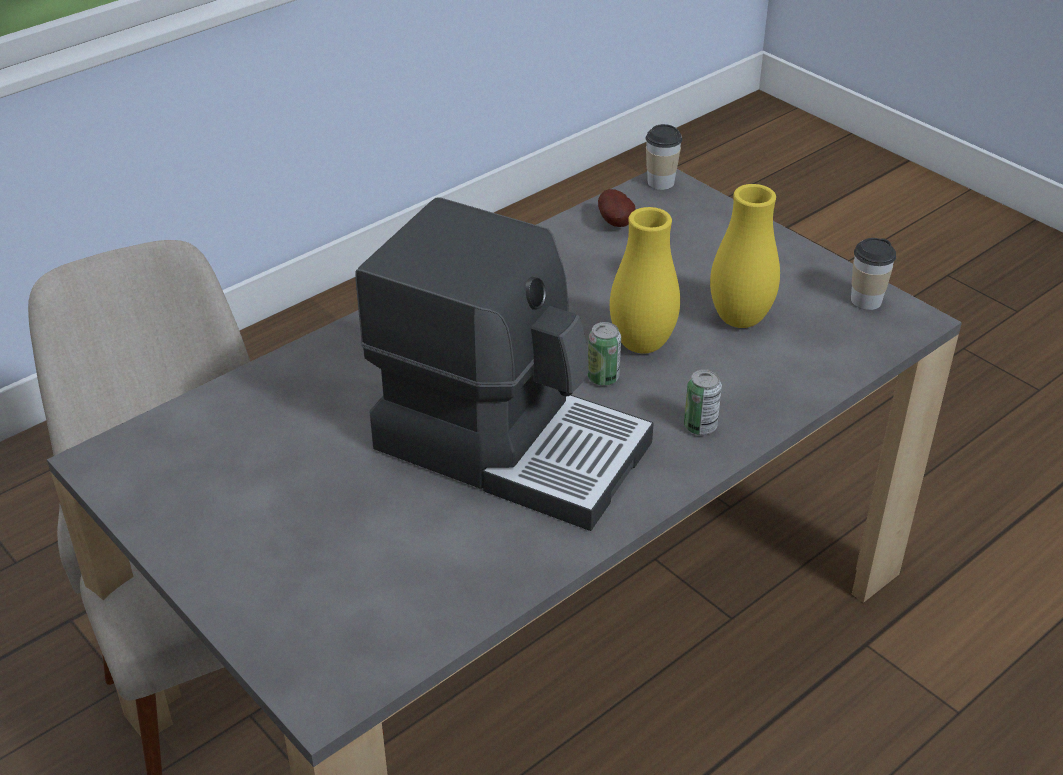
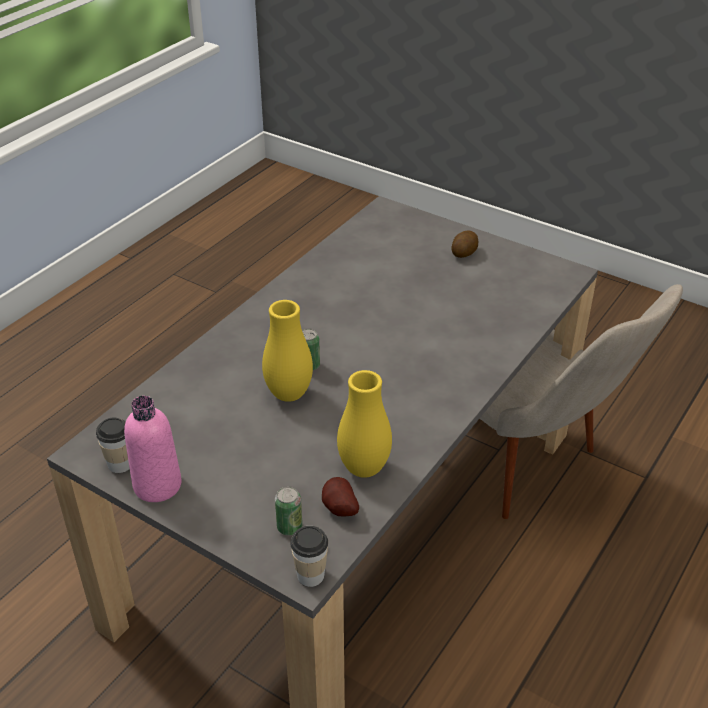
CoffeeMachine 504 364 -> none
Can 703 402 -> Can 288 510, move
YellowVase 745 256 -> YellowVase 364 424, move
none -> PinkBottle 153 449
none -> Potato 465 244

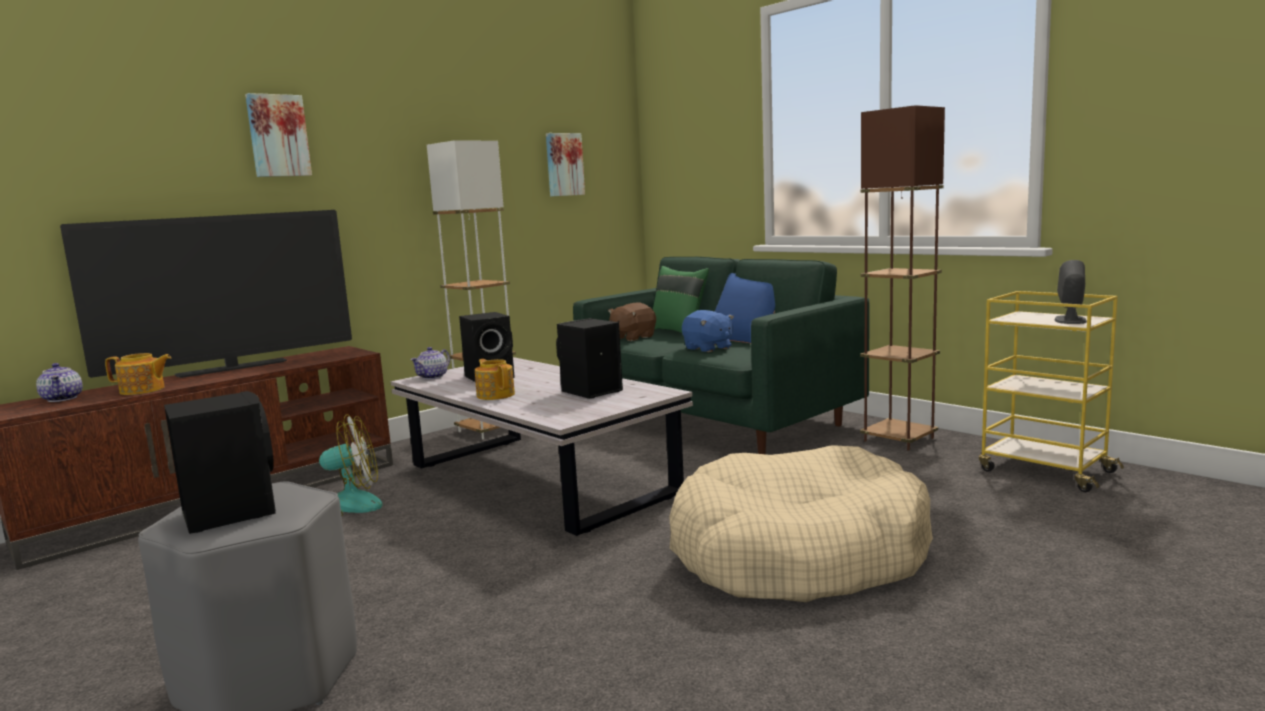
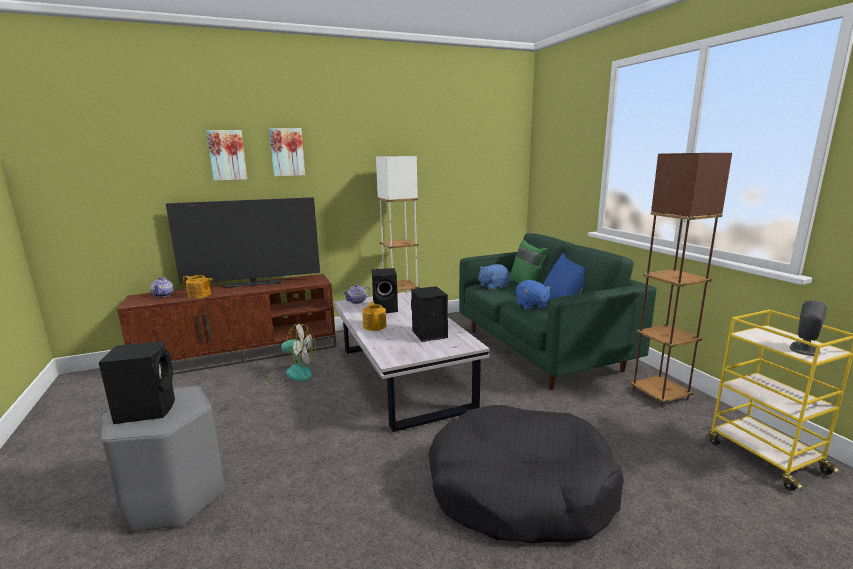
Picture 565 164 -> Picture 226 155, move
BrownPlushToy 632 322 -> BluePlushToy 494 277
BeigeDogBed 801 523 -> BlackDogBed 526 474

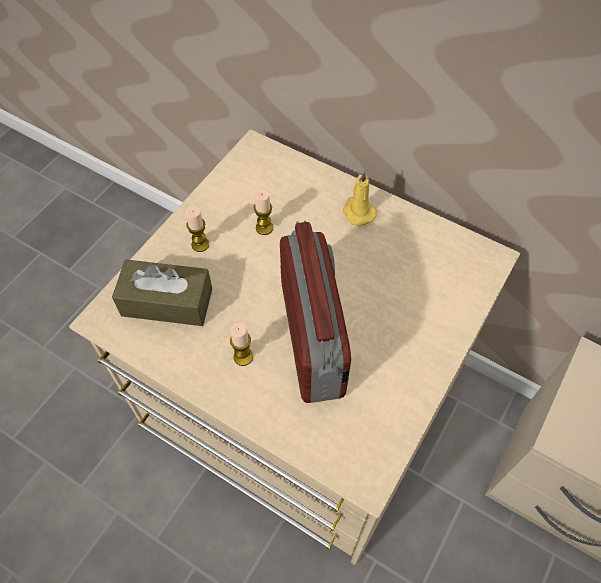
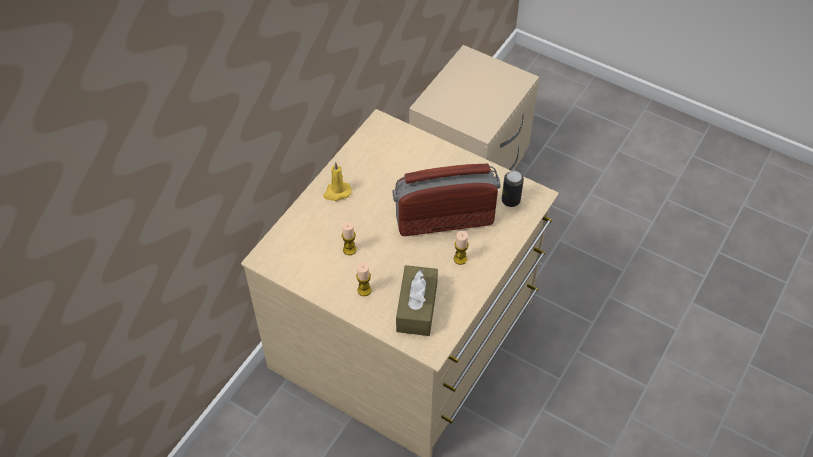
none -> Can 513 189

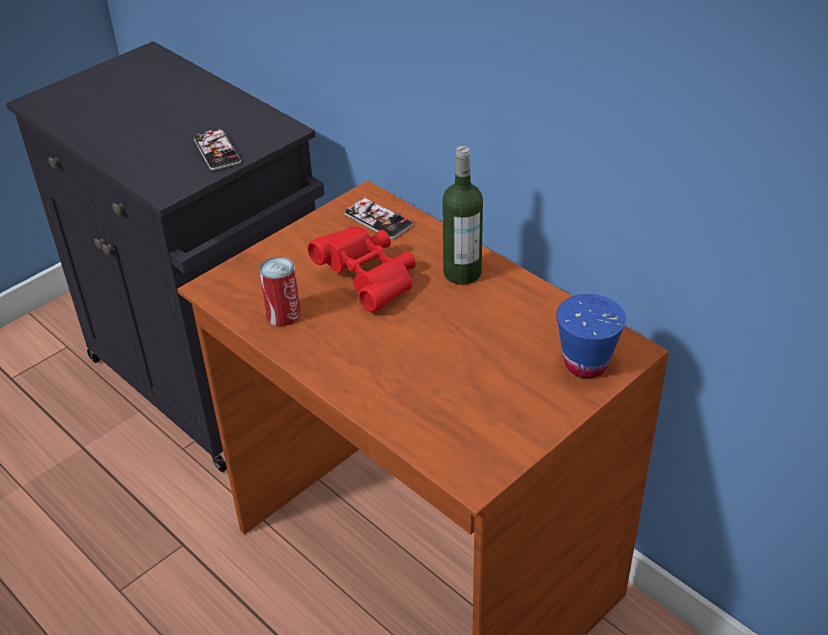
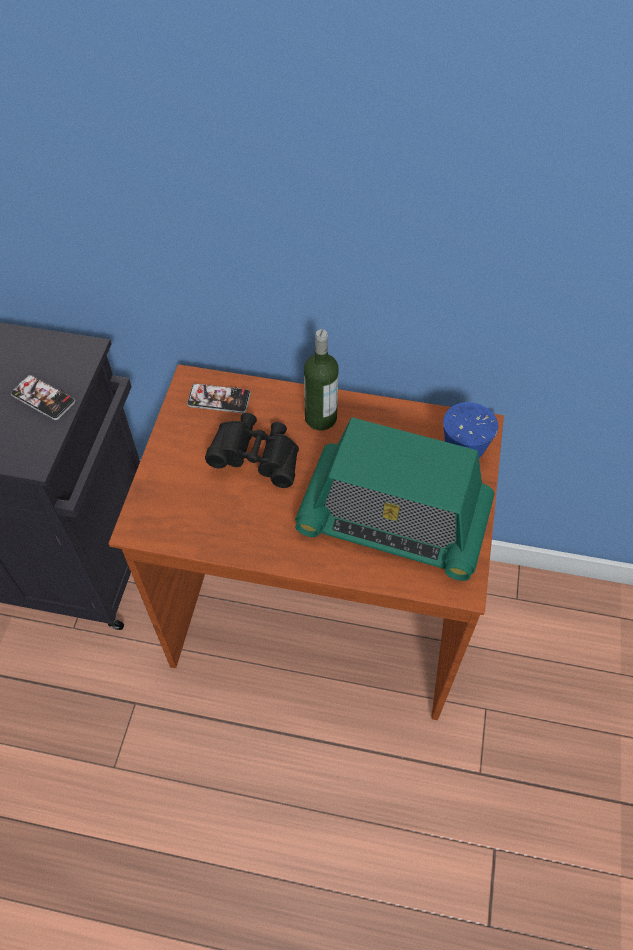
Can 280 291 -> none
RedBinoculars 362 269 -> BlackBinoculars 252 450
none -> Radio 394 499

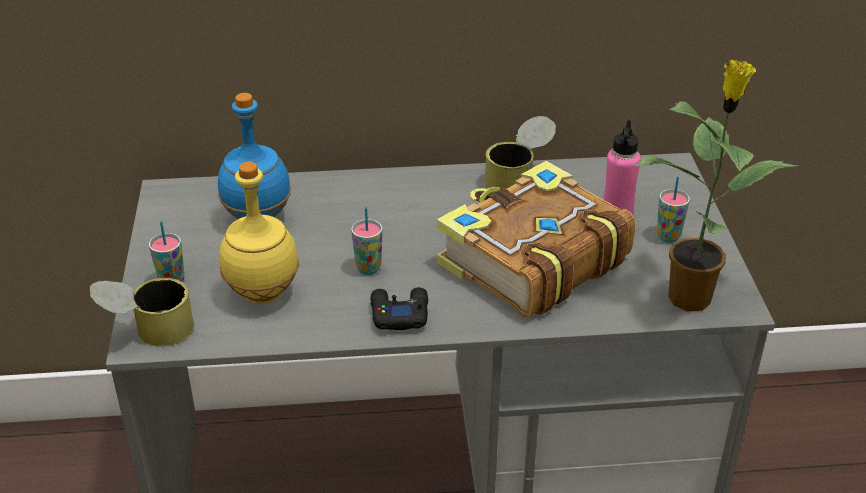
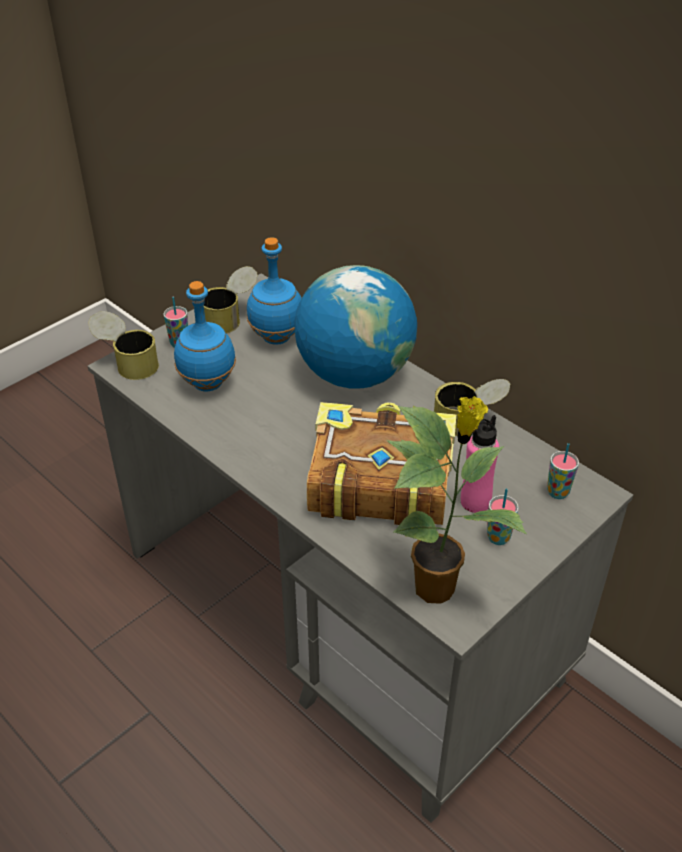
YellowBottle 259 233 -> BlueBottle 205 336
Cup 367 241 -> Cup 563 471, move
BlackGameController 399 308 -> none
none -> Can 231 299
none -> Globe 355 327

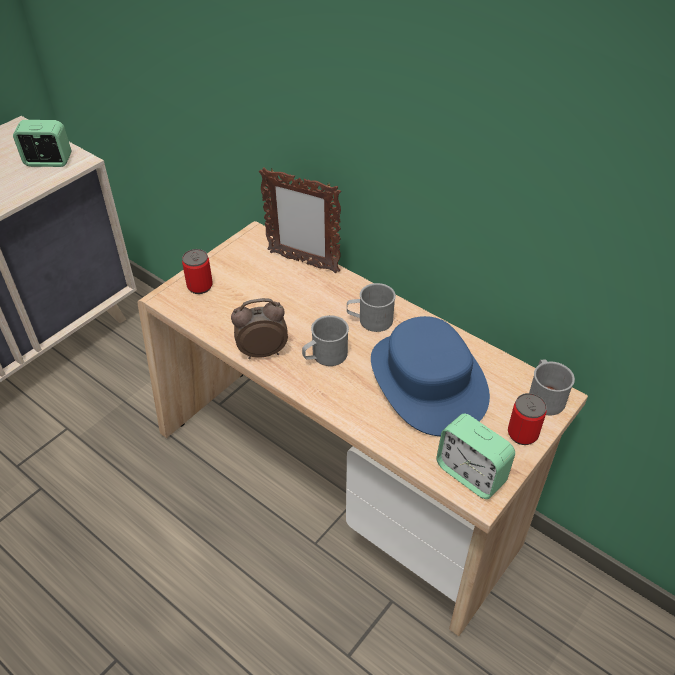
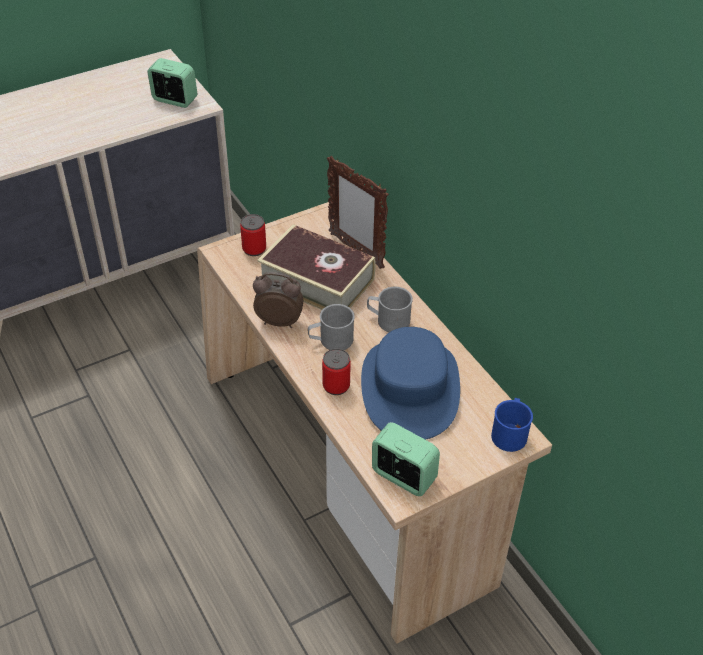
AlarmClock 475 456 -> AlarmClock 406 459, 150 degrees clockwise
Can 527 419 -> Can 336 372, move
GreyMug 552 387 -> BlueMug 512 425
none -> Book 316 267

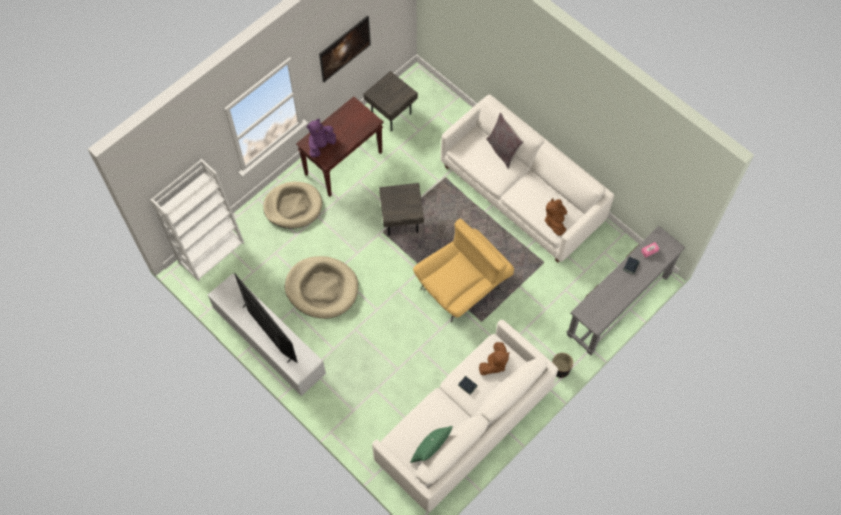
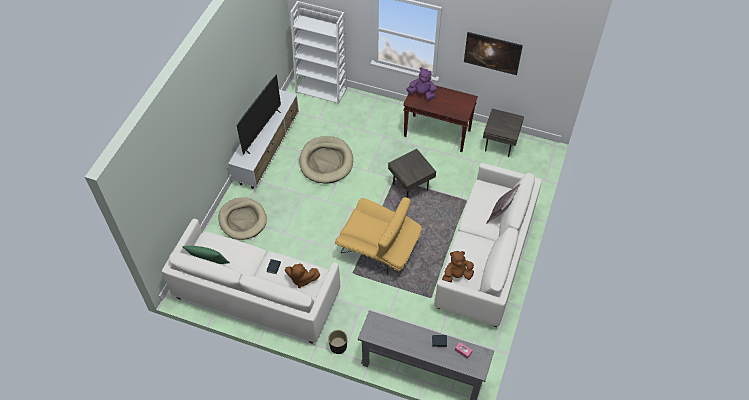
BeigeDogBed 292 205 -> BeigeDogBed 243 218, move

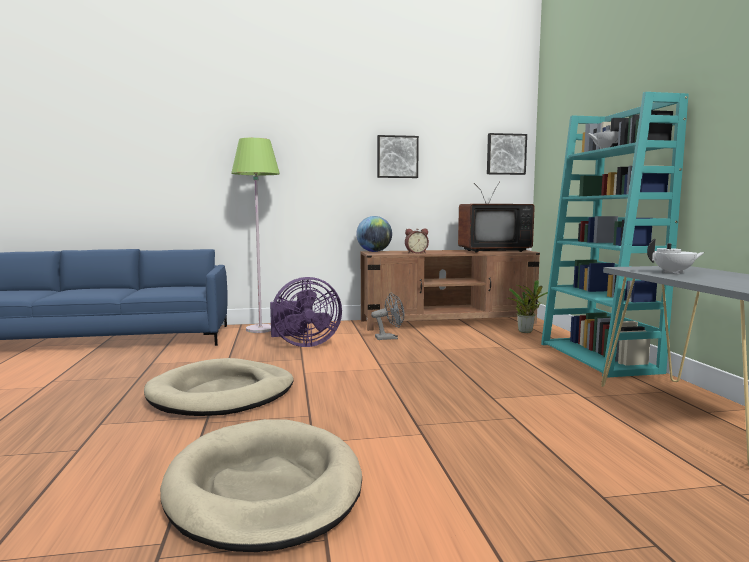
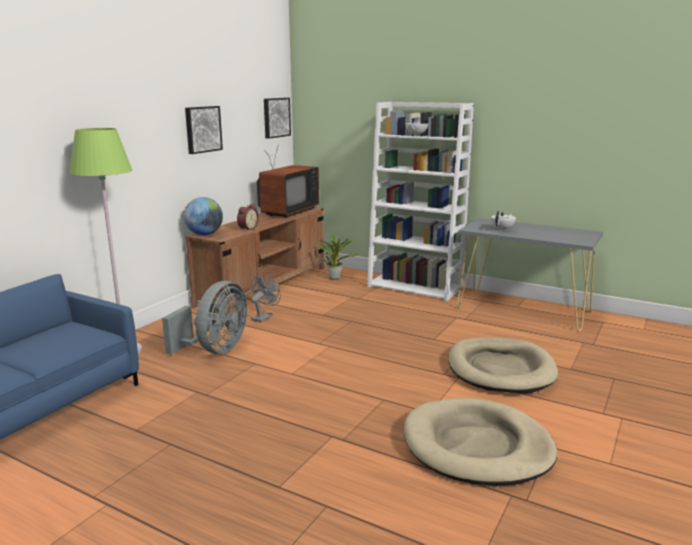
BeigeDogBed 219 387 -> BeigeDogBed 503 365, move
PurpleFan 306 312 -> GreyFan 204 318
TurquoiseBookcase 615 235 -> WhiteBookcase 420 202

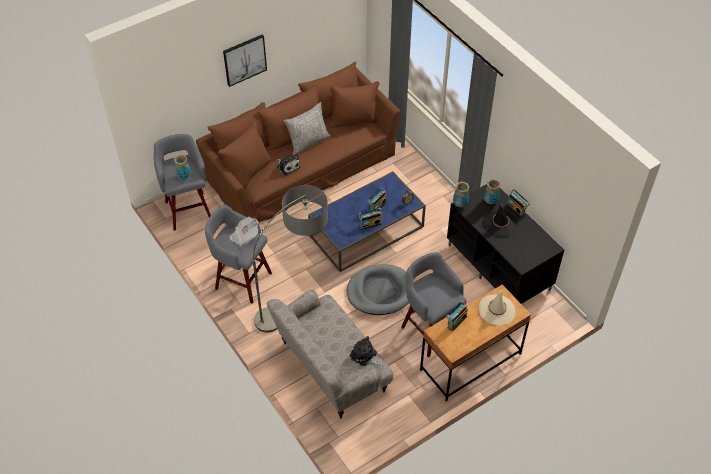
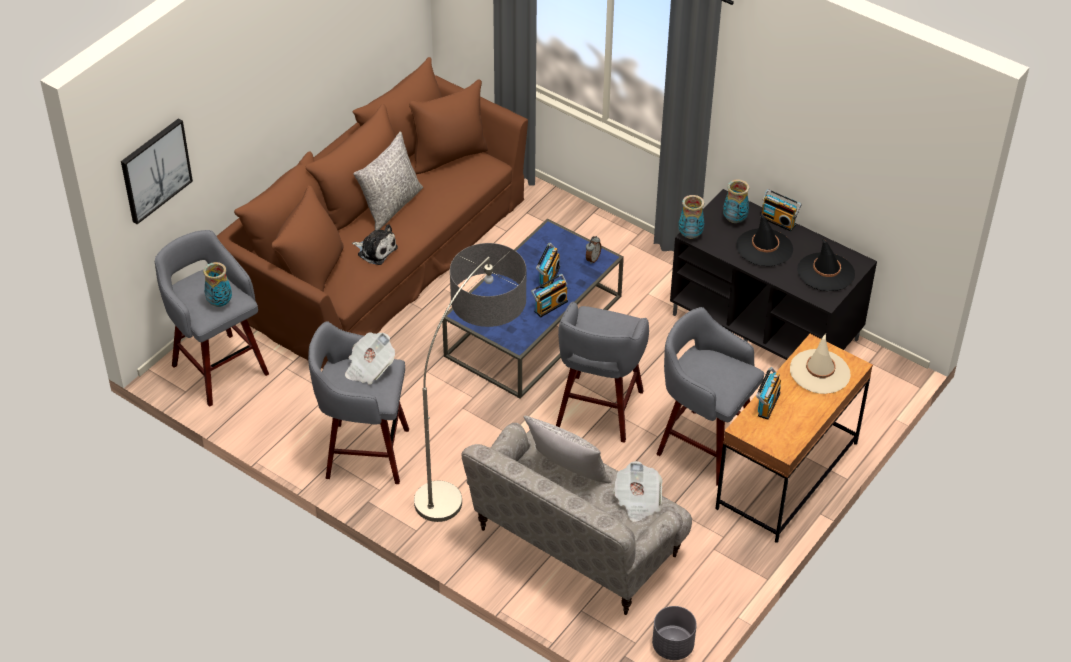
Picture 245 61 -> Picture 157 171, move
GreyDogBed 378 289 -> GreyStool 602 372
PlushToy 365 351 -> Newspaper 638 491
none -> GreyPillow 567 449
none -> GreyPlanter 674 633
none -> BlackHat 826 264

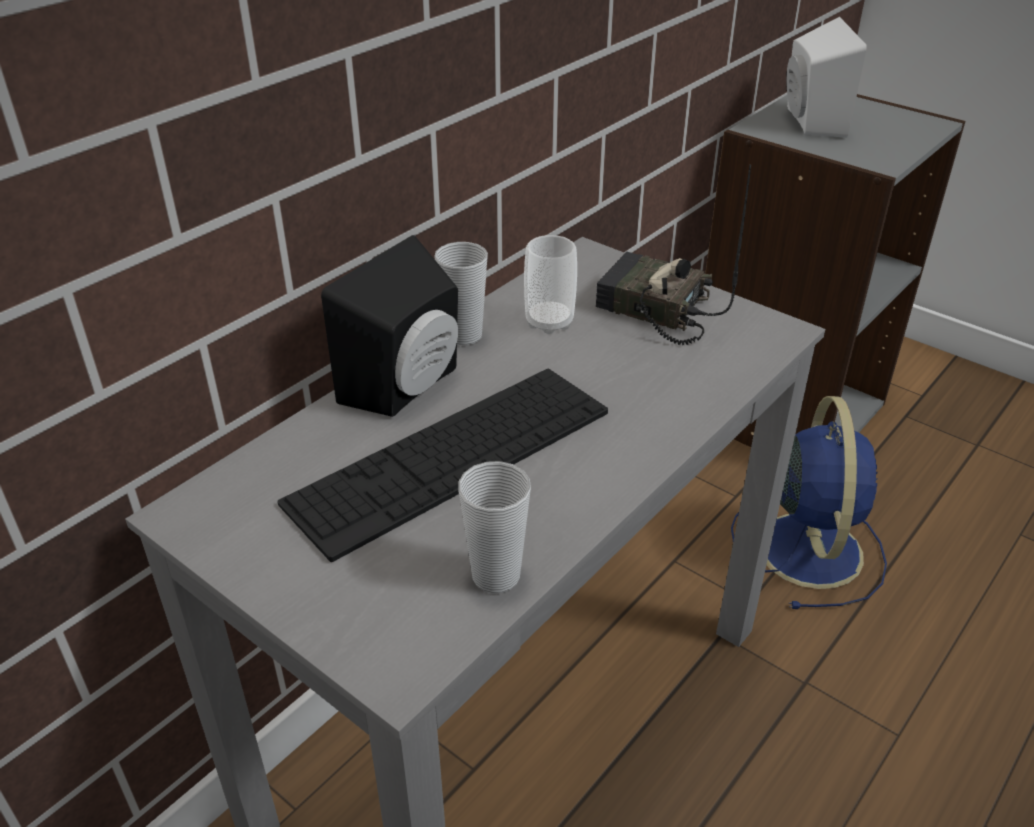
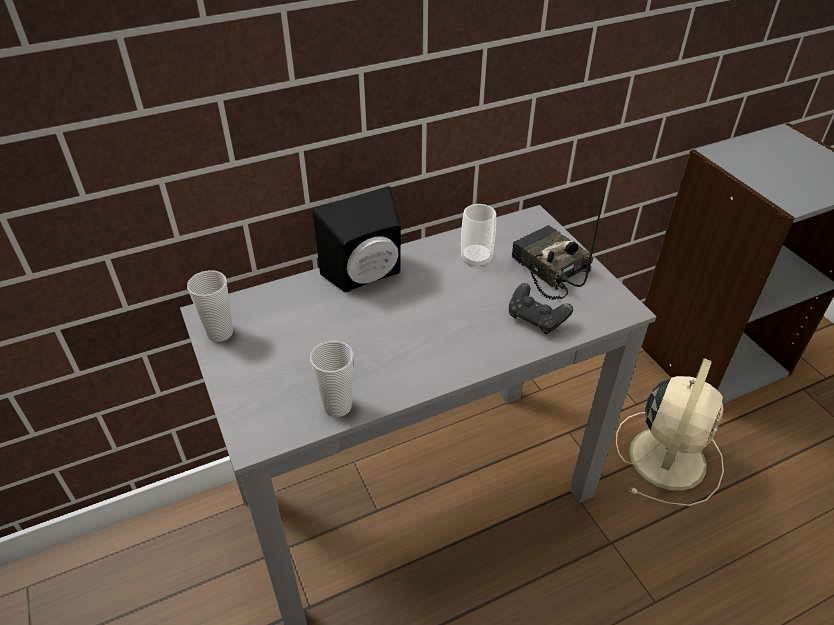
Keyboard 442 465 -> none
Cup 461 293 -> Cup 210 306, move
BlueFan 809 502 -> BeigeFan 670 432
WhiteSpeaker 826 77 -> none
none -> BlackGameController 541 308

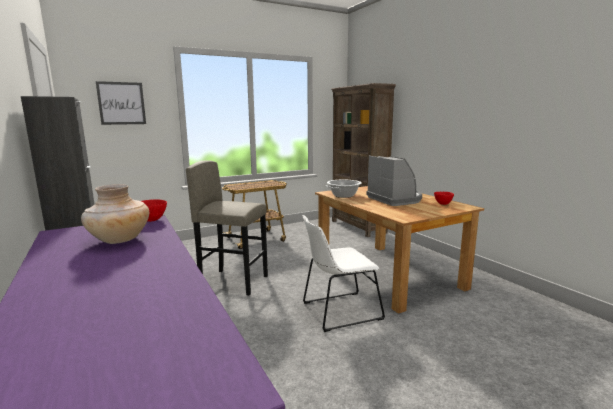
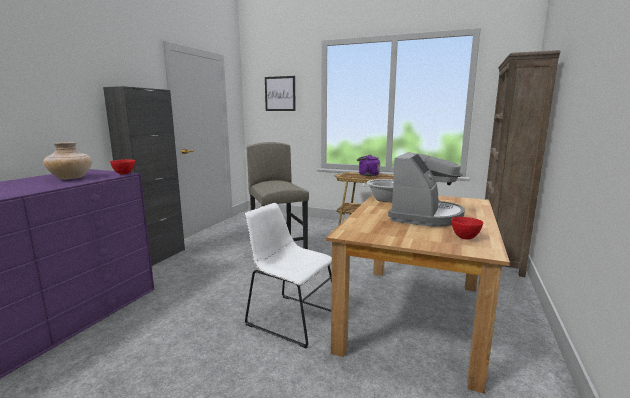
none -> PurpleKettle 368 165

